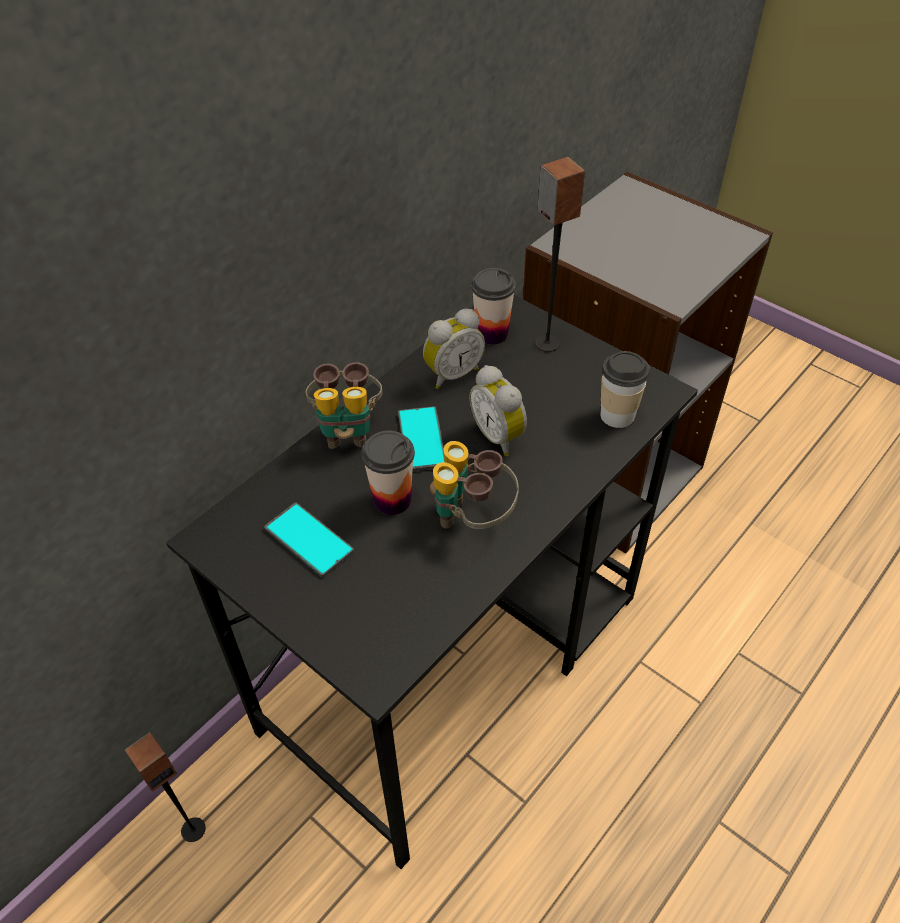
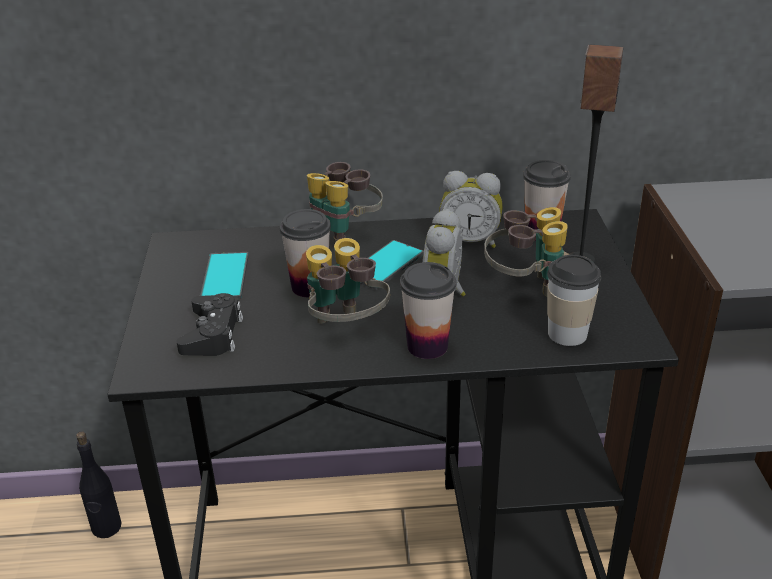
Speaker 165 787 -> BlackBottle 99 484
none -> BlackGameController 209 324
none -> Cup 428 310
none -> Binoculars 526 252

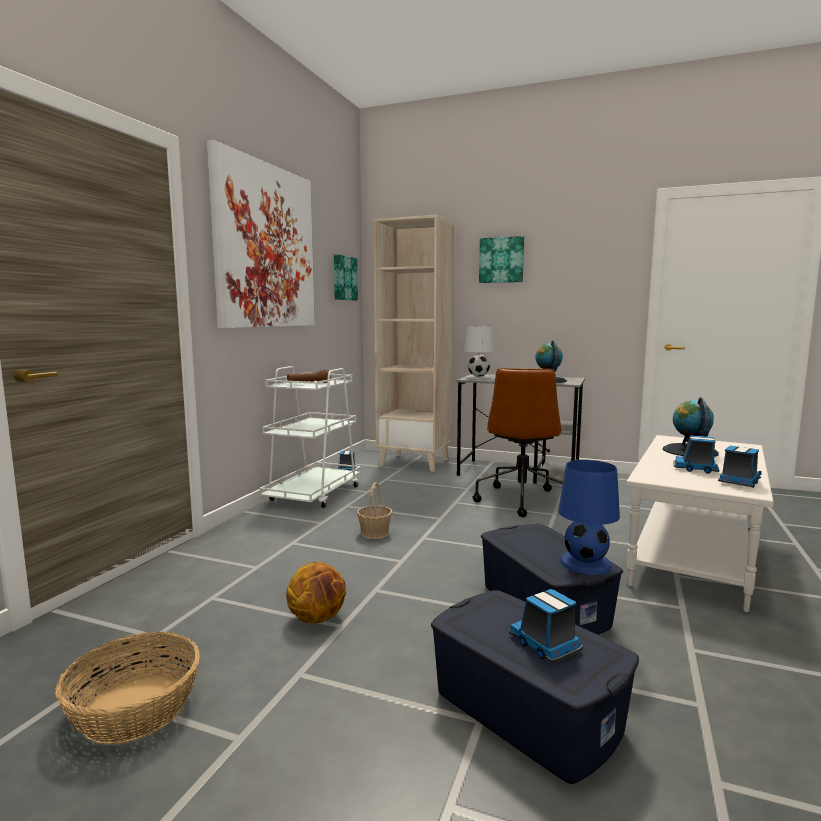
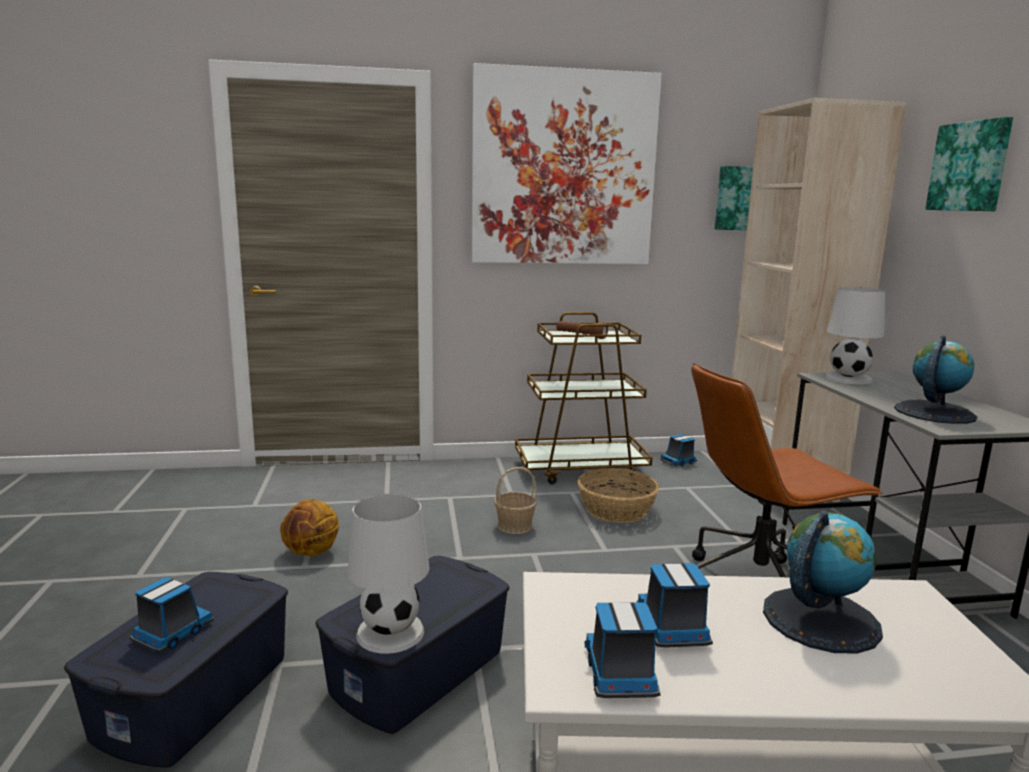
Basket 127 688 -> Basket 618 495, move
WhiteCart 310 437 -> BrownCart 584 398
BlueTableLamp 589 517 -> WhiteTableLamp 388 574
ToyTruck 740 467 -> ToyTruck 623 650, 105 degrees counterclockwise

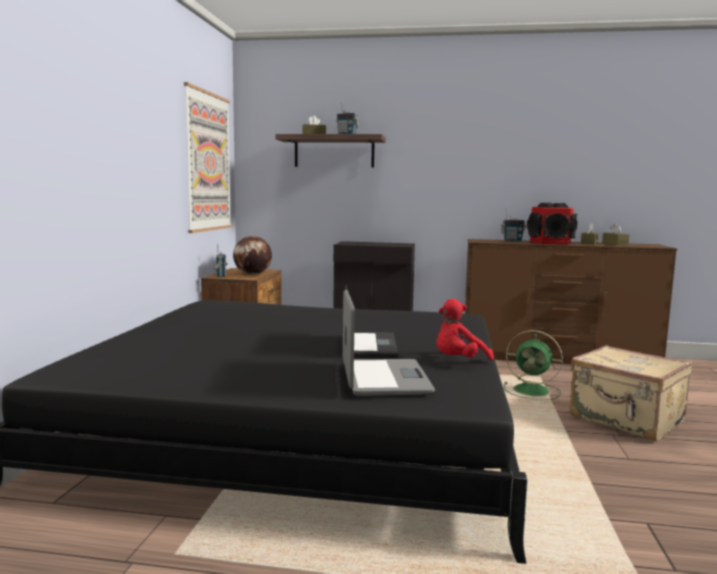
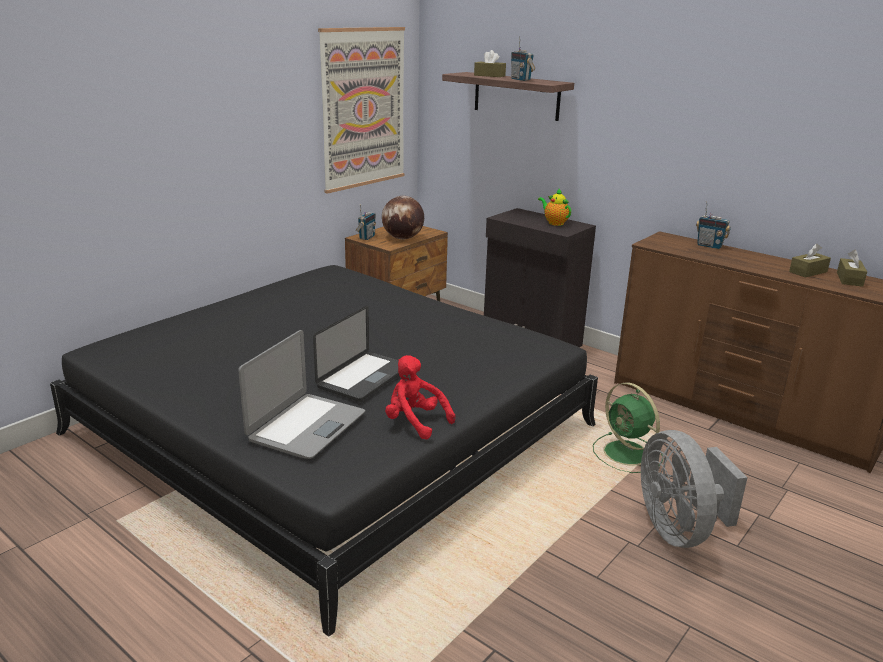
RedPlushToy 465 329 -> RedPlushToy 420 397, 45 degrees clockwise
Speaker 552 224 -> none
BeigeSuitcase 631 393 -> GreyFan 694 489
none -> Teapot 554 207

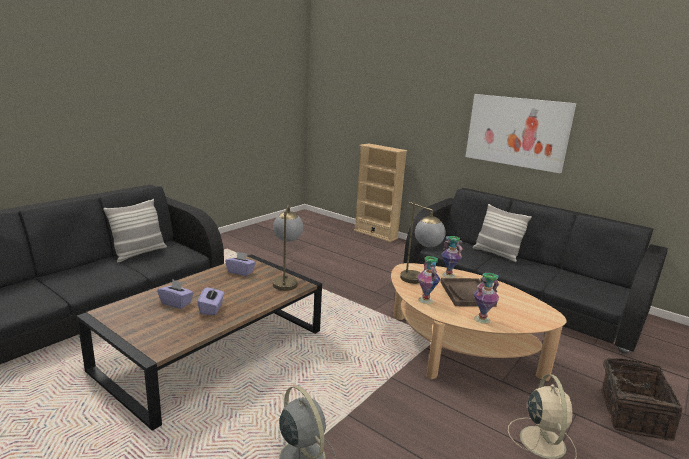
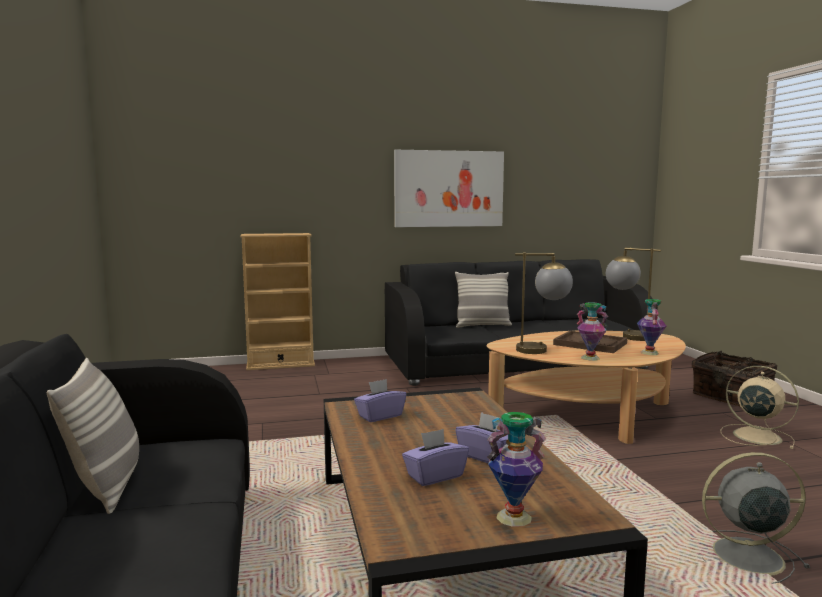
TableLamp 288 248 -> TableLamp 633 294, move
Vase 452 257 -> Vase 516 469, move

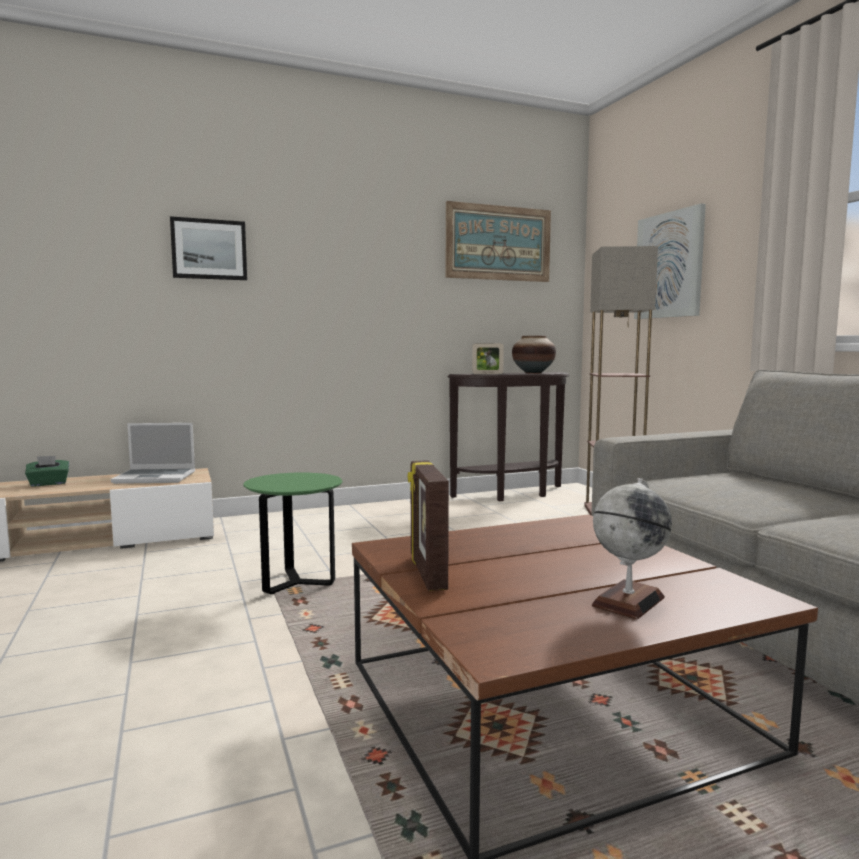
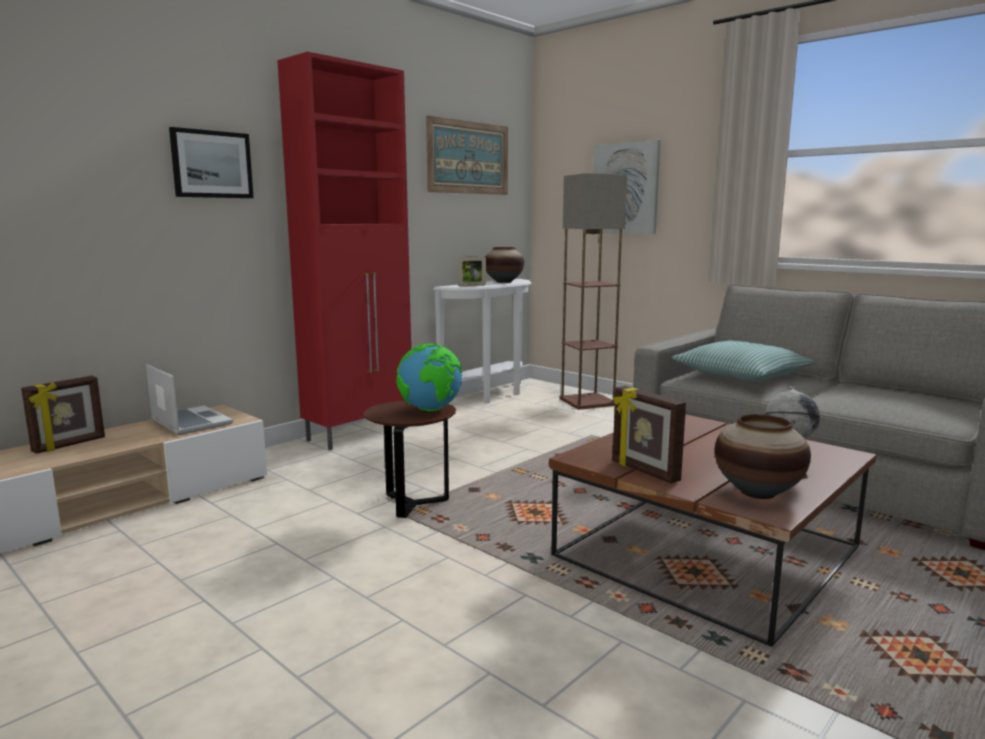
GreenTissueBox 47 471 -> PictureFrame 63 415
Laptop 153 453 -> Laptop 189 399, 105 degrees counterclockwise
GreenSideTable 292 533 -> BrownSideTable 410 459
BrownConsoleTable 508 436 -> WhiteConsoleTable 482 341
none -> RedCabinet 344 251
none -> Globe 429 377
none -> Pillow 743 360
none -> Vase 763 456

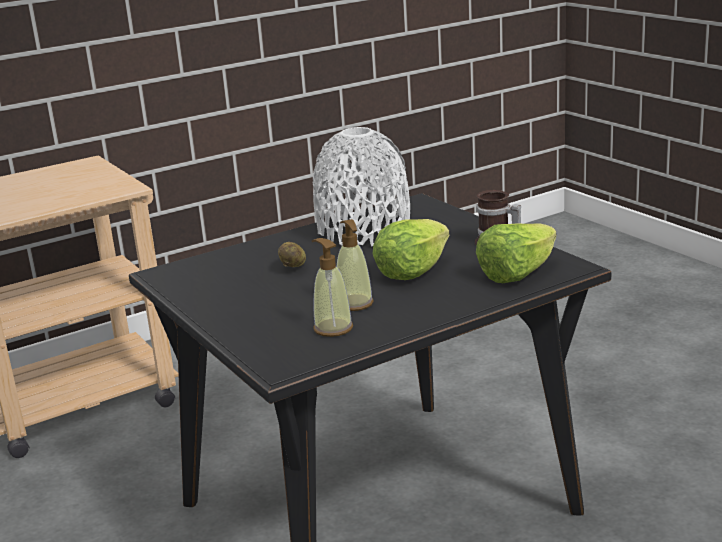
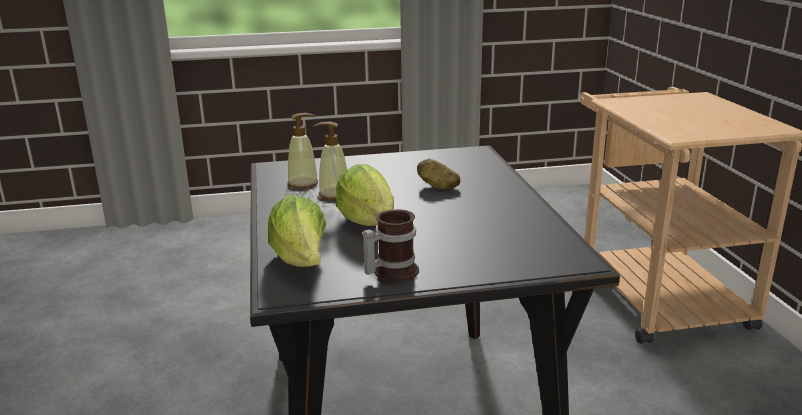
WhiteVase 361 187 -> none

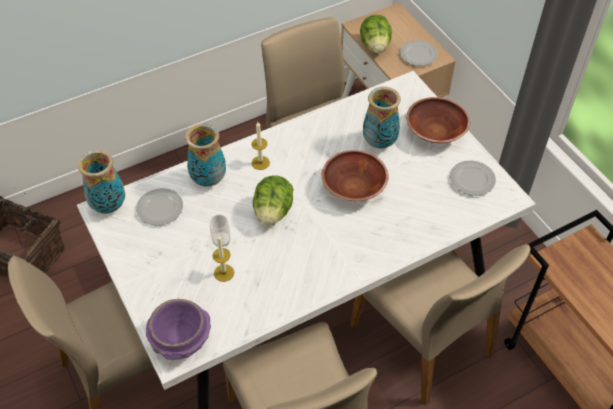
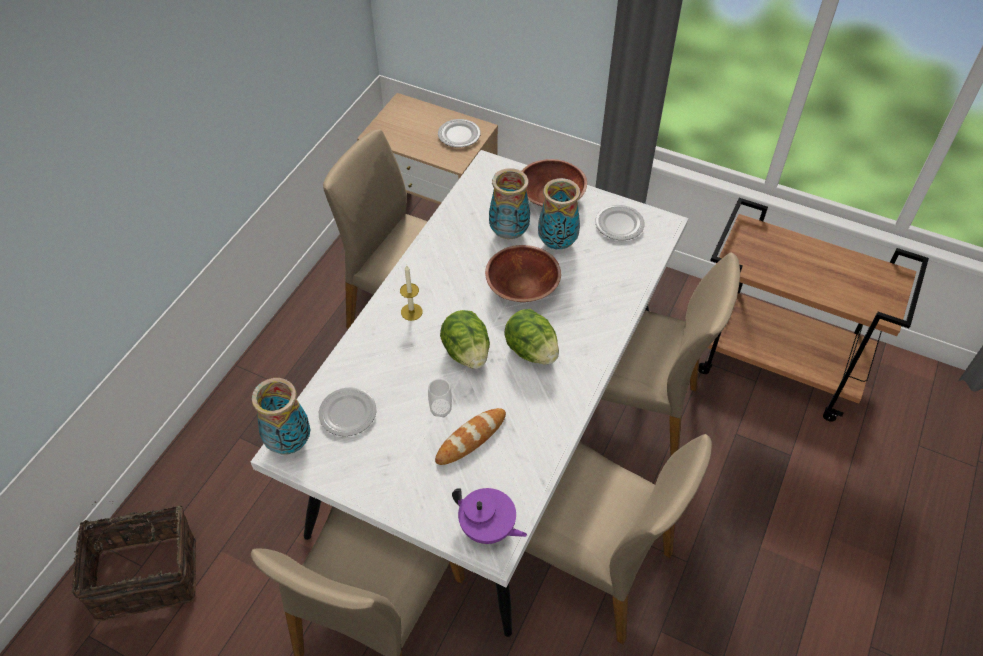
PurpleBowl 178 329 -> PurpleTeapot 489 516
Vase 205 155 -> Vase 559 213, move
Candle 223 258 -> Bread 470 436
Lettuce 376 33 -> Lettuce 531 336, move

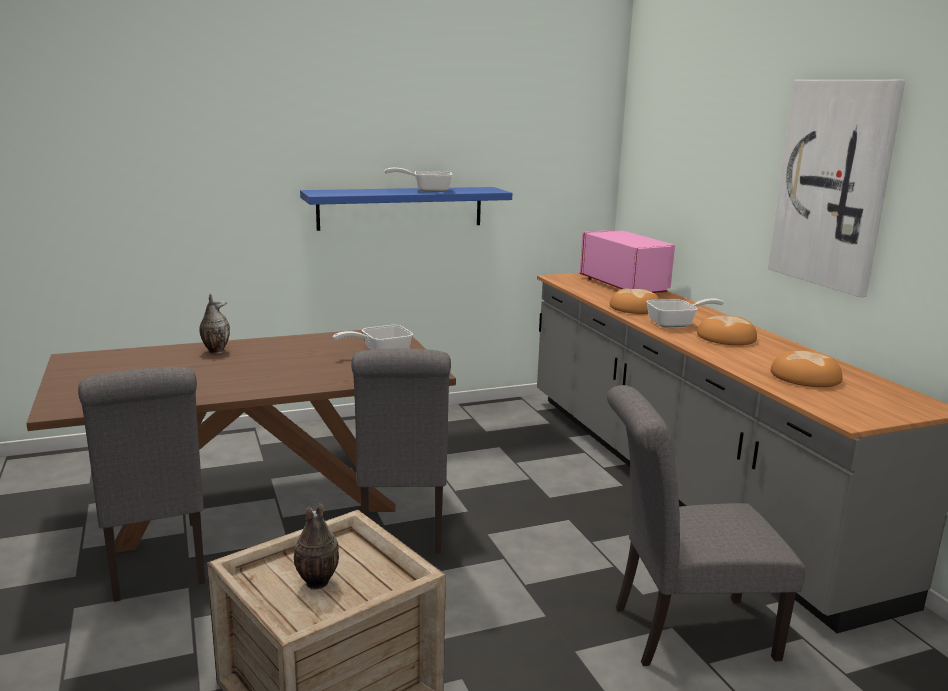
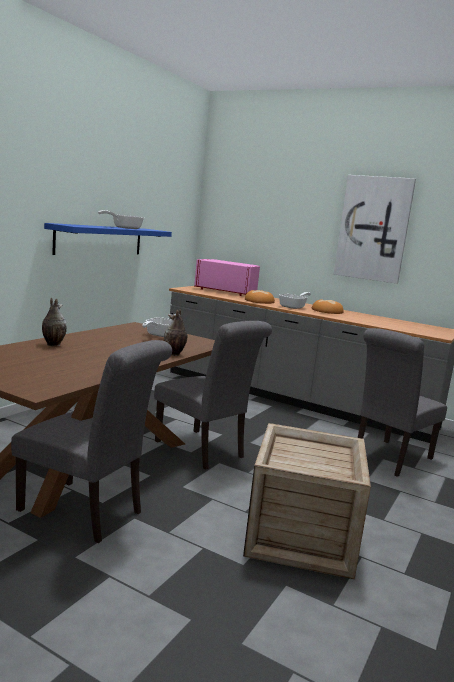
Vase 316 547 -> Vase 175 332, move
Bread 807 368 -> none

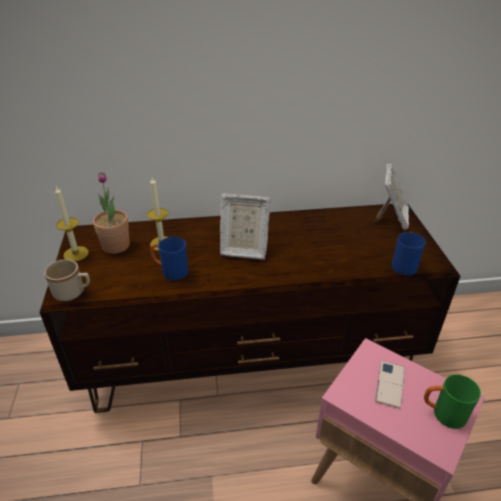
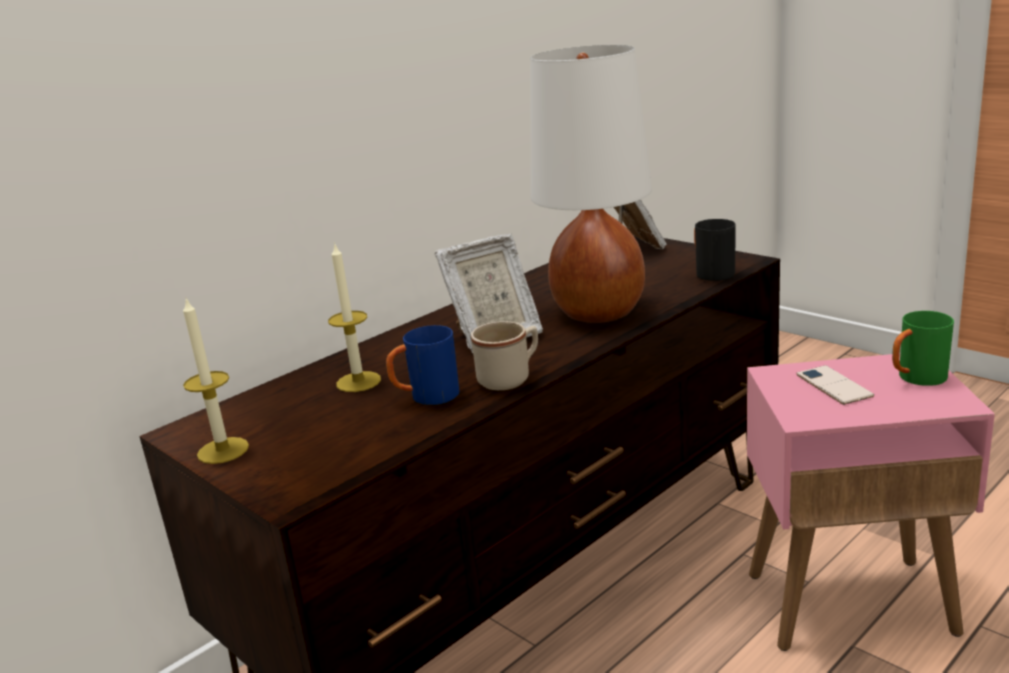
BeigeMug 67 280 -> BeigeMug 504 355, move
PottedPlant 111 213 -> none
BlueMug 409 254 -> BlackMug 715 250
none -> WhiteTableLamp 591 184

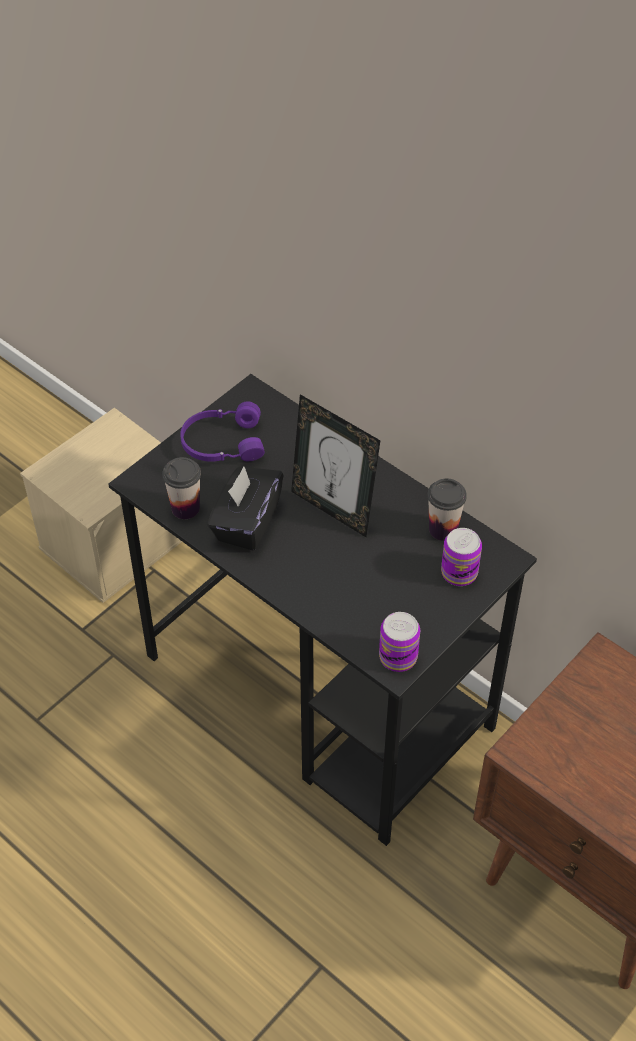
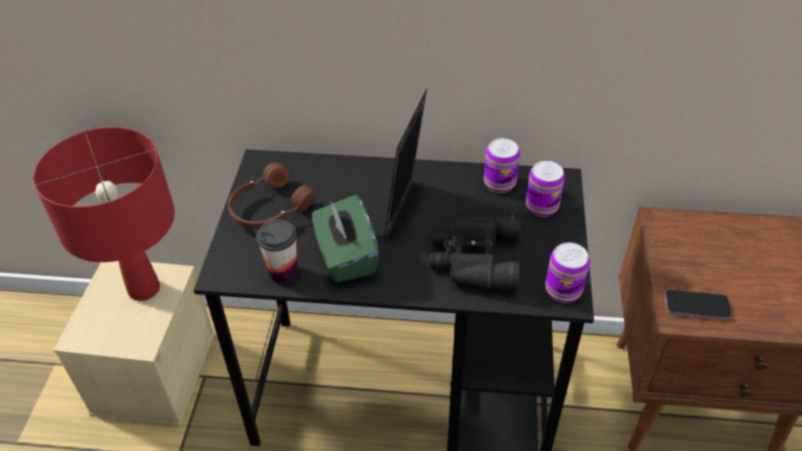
PurpleHeadphones 222 432 -> BrownHeadphones 272 195
BlackTissueBox 245 508 -> GreenTissueBox 345 239
PictureFrame 336 465 -> PictureFrame 405 164, 105 degrees clockwise
Cup 447 509 -> Can 502 165
none -> RedTableLamp 104 214
none -> BlackBinoculars 475 253
none -> Phone 698 305

